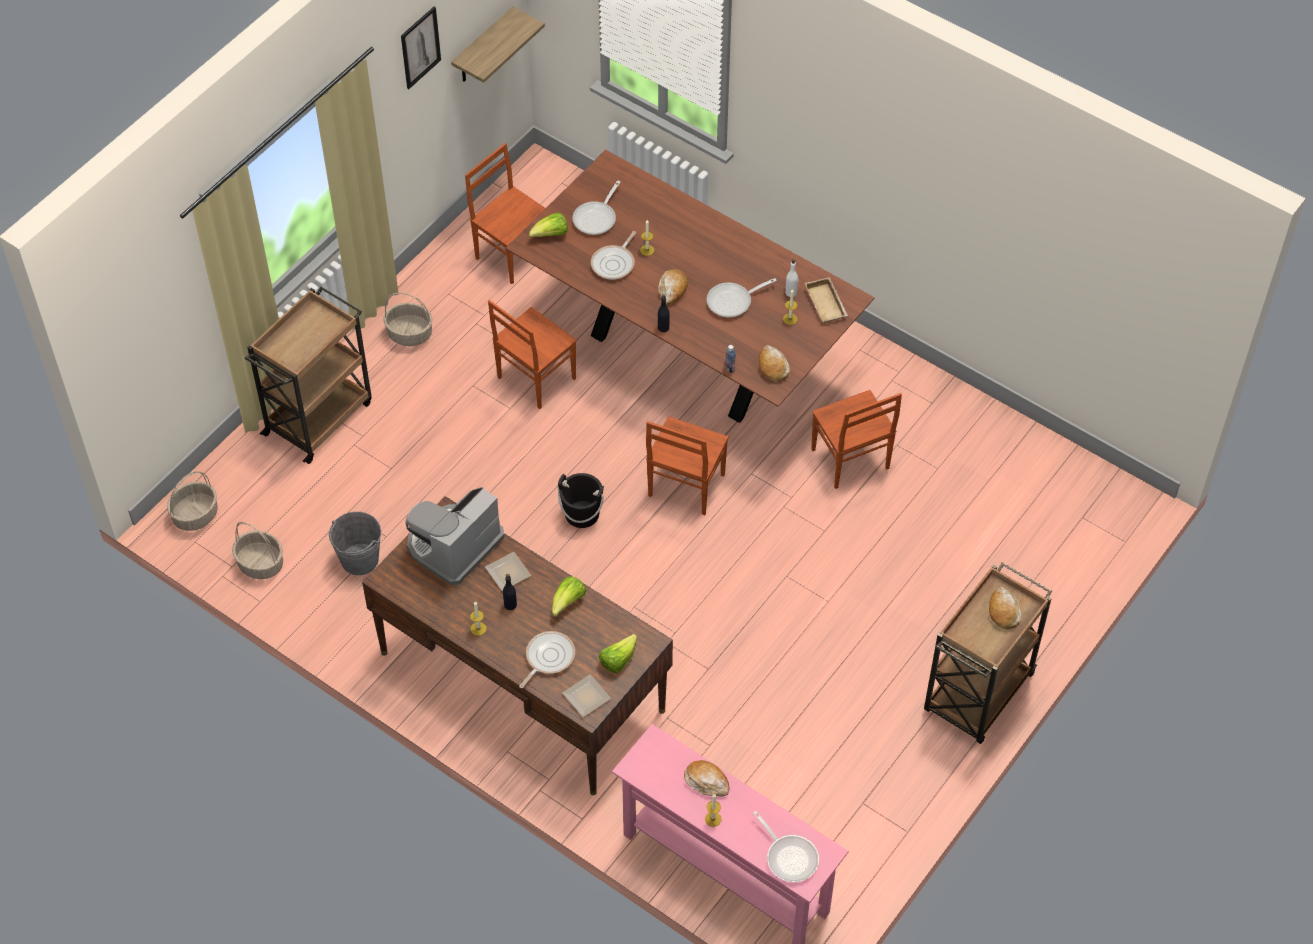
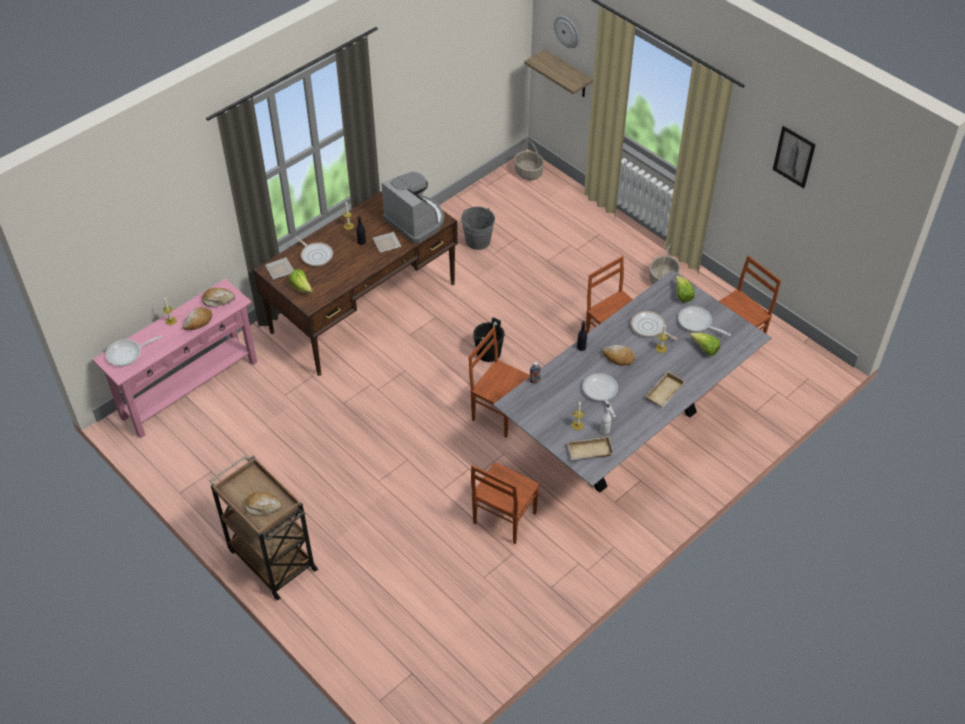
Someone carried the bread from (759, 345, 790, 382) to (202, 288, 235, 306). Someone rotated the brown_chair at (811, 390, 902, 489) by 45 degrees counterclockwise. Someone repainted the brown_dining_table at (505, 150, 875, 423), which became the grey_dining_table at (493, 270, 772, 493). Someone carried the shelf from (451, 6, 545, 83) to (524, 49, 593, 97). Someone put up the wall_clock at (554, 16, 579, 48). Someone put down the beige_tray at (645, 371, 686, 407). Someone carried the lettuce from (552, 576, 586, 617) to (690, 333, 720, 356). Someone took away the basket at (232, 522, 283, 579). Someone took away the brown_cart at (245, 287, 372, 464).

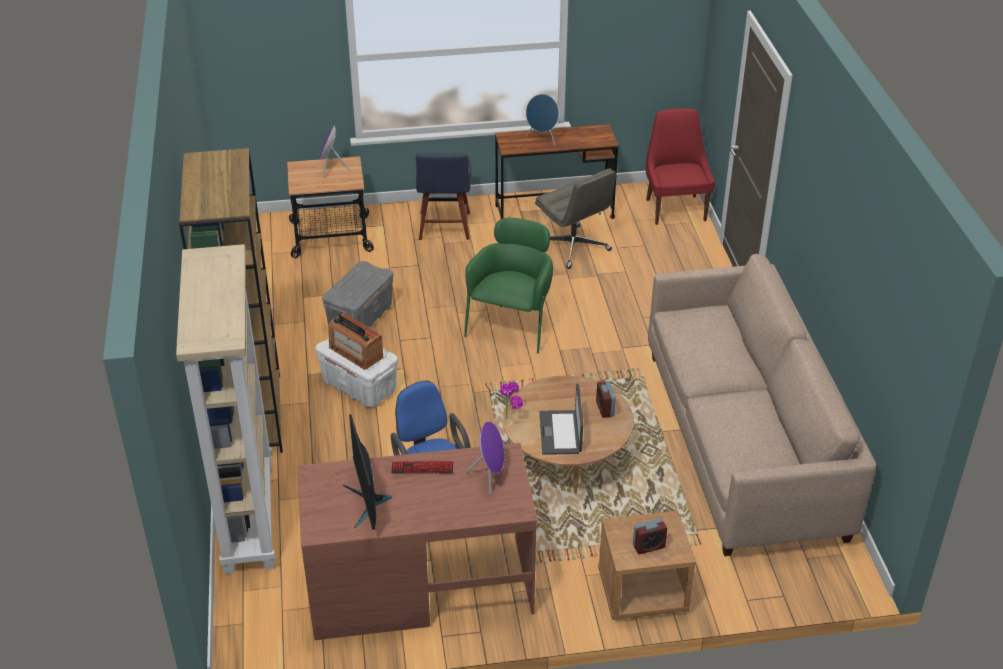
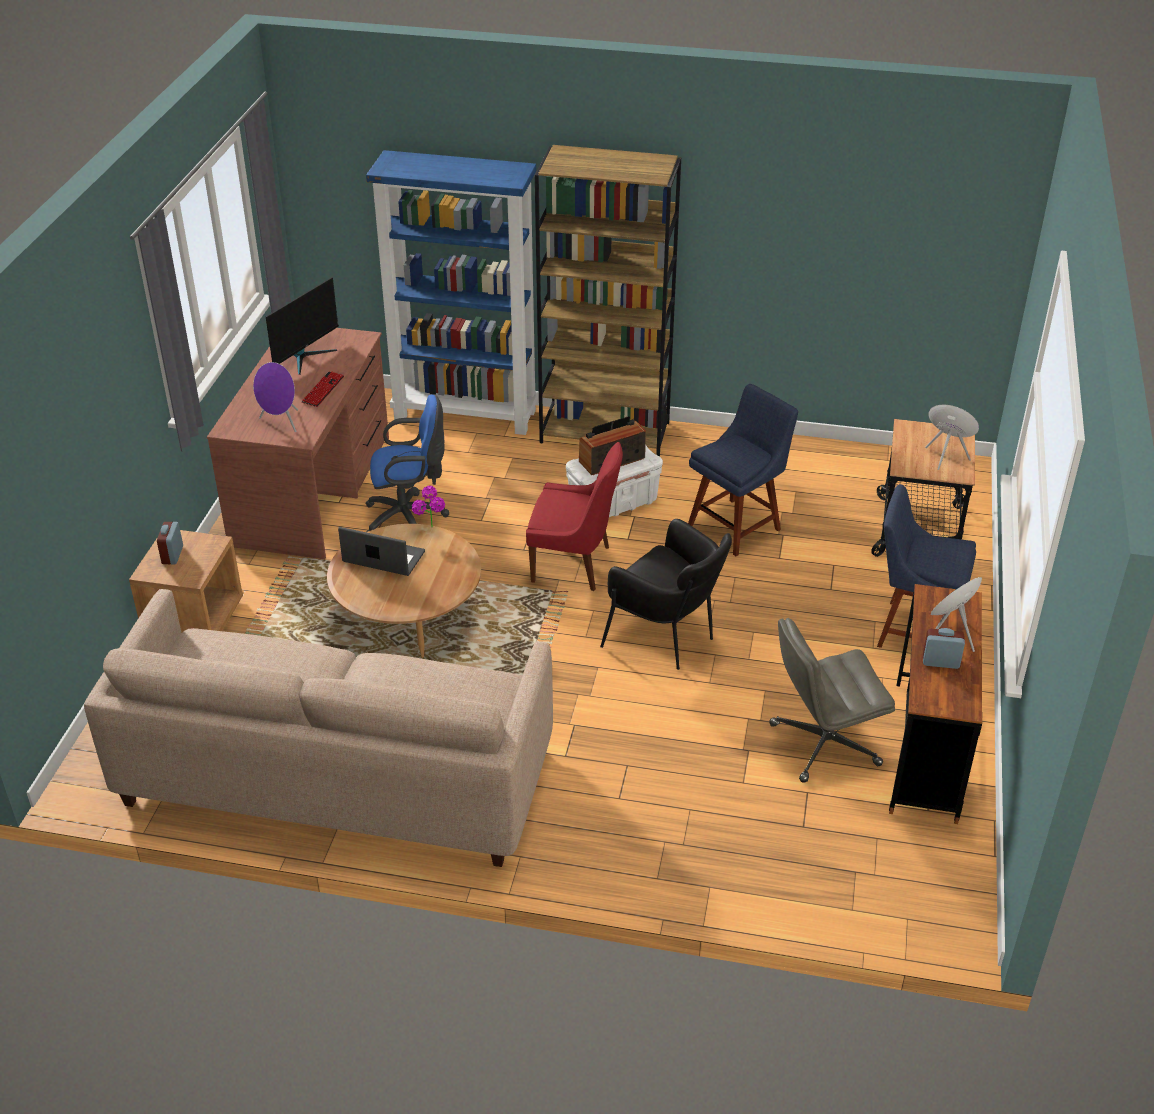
Someone rotated the monitor at (343, 414, 392, 530) by 120 degrees clockwise. Someone repainted the beige_bookcase at (176, 244, 275, 574), which became the blue_bookcase at (366, 150, 538, 435). Someone carried the red_chair from (646, 108, 715, 225) to (526, 442, 623, 591). Someone repainted the green_armchair at (464, 218, 553, 354), which became the black_armchair at (600, 519, 732, 670). Someone swapped the grey_storage_box at (322, 261, 393, 327) for the blue_chair at (688, 384, 798, 556). Someone carried the alarm_clock from (596, 381, 616, 418) to (923, 628, 965, 669).

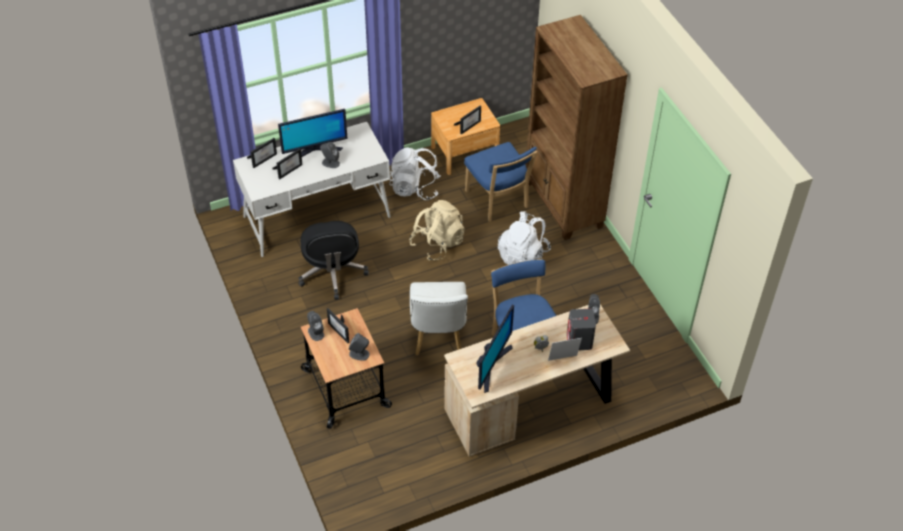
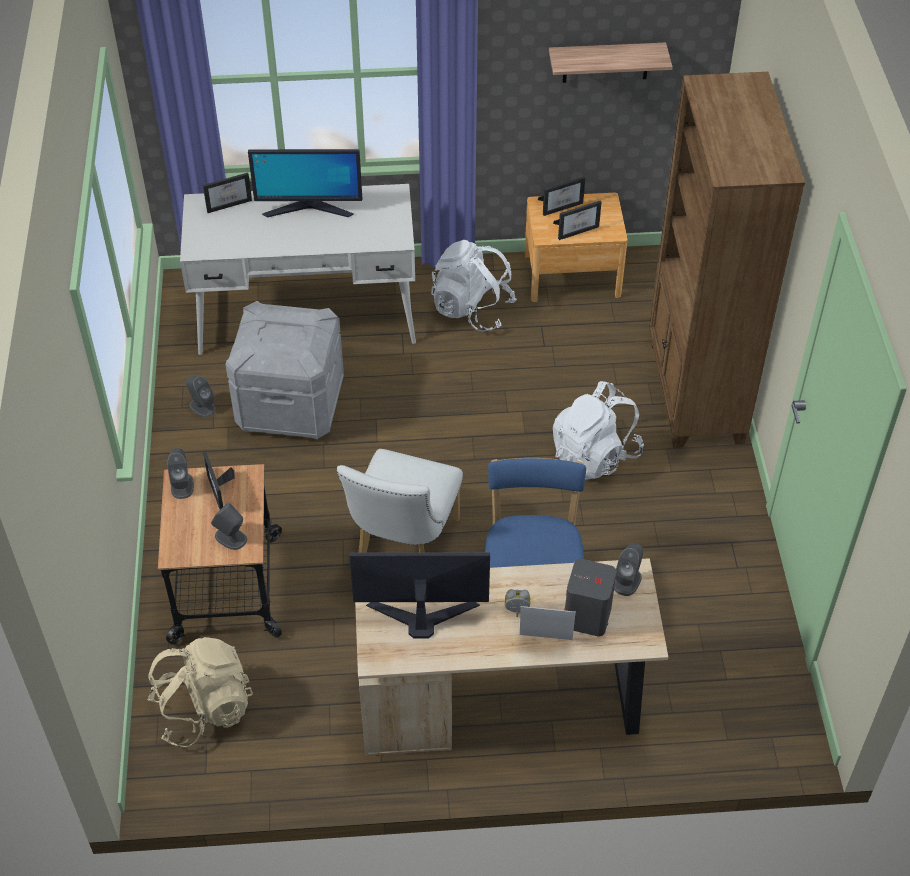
Someone carried the beige_backpack from (409, 200, 465, 261) to (147, 637, 253, 747). Someone carried the grey_speaker from (320, 142, 340, 168) to (186, 376, 216, 417). Someone swapped the black_office_chair at (298, 221, 369, 300) for the grey_storage_box at (225, 301, 344, 439). Someone rotated the monitor at (477, 305, 514, 393) by 135 degrees counterclockwise. Someone carried the picture_frame from (272, 148, 303, 179) to (538, 177, 585, 216). Someone put up the shelf at (549, 43, 672, 83). Someone took away the blue_chair at (464, 142, 537, 222).

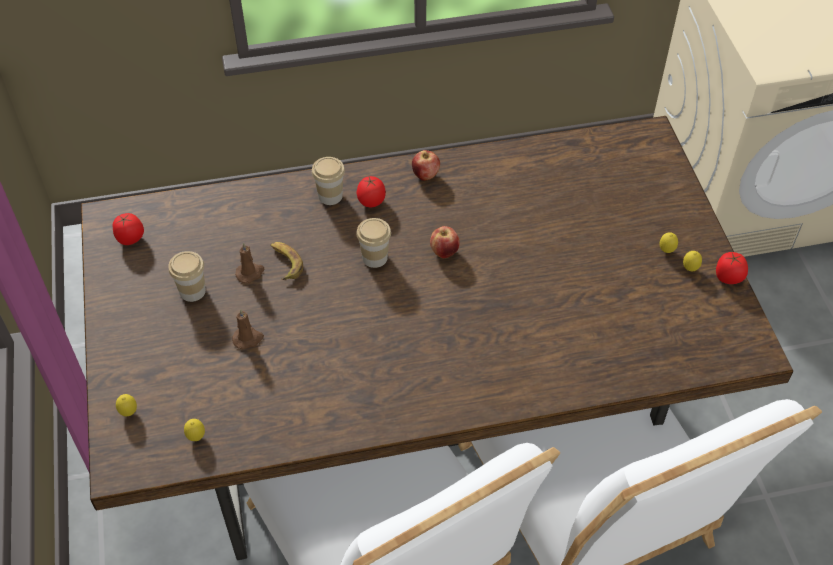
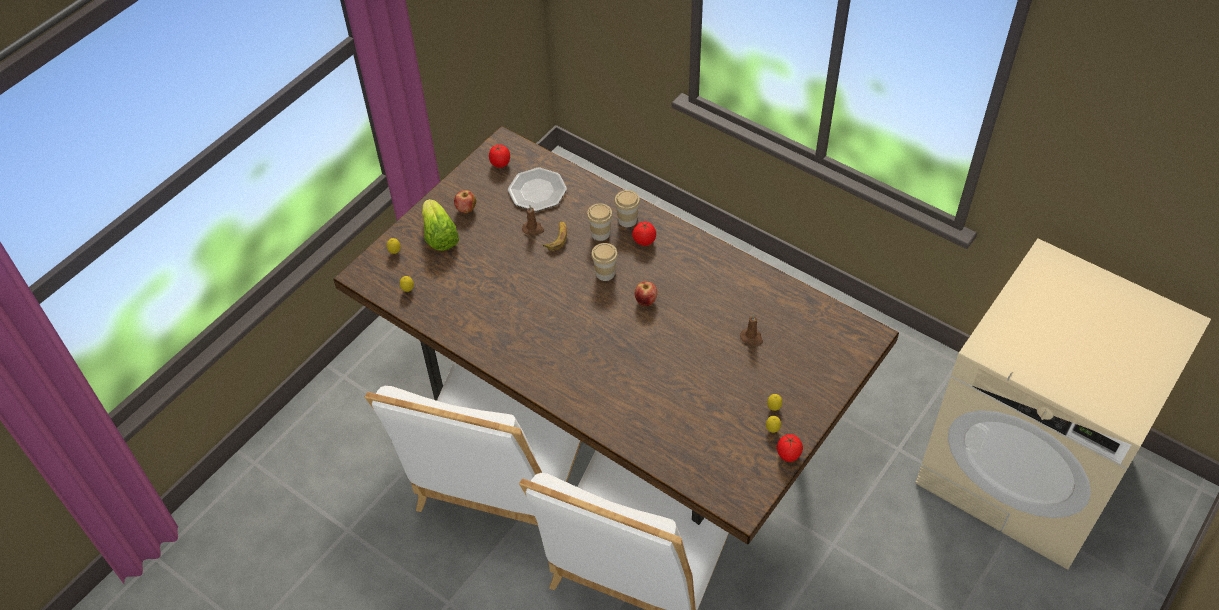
Someone put down the lettuce at (422, 199, 459, 251). Someone carried the apple from (412, 150, 440, 181) to (454, 190, 476, 213). Someone put down the plate at (508, 168, 567, 211). Someone carried the cup from (168, 251, 206, 302) to (587, 203, 613, 241). Someone carried the brown_candle from (232, 309, 264, 349) to (740, 314, 763, 345).

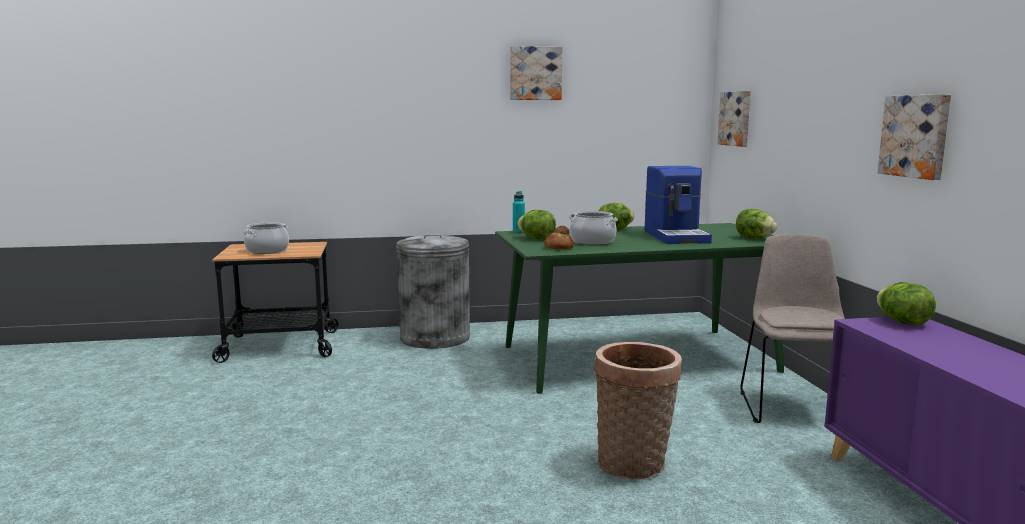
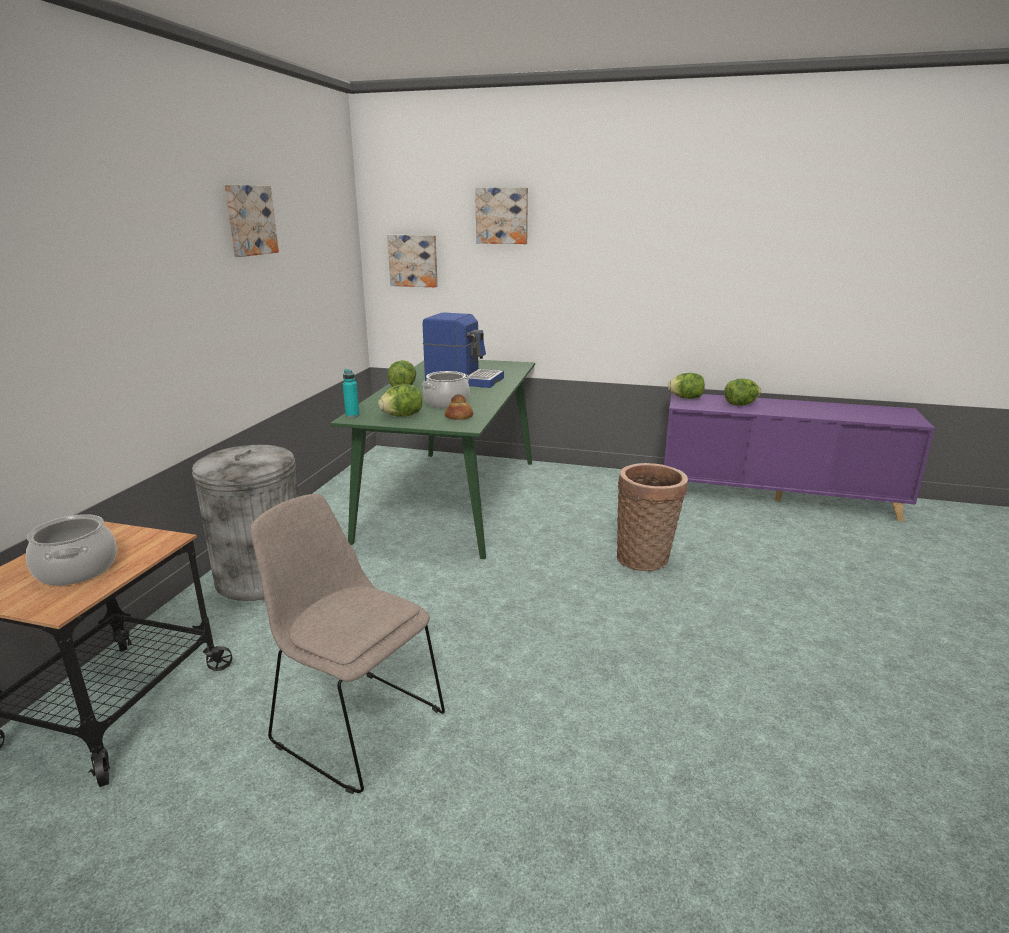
Someone carried the beige_chair from (741, 234, 845, 423) to (250, 494, 445, 794). Someone carried the picture from (878, 94, 951, 180) to (475, 188, 528, 244). Someone carried the lettuce from (736, 209, 777, 238) to (724, 379, 761, 406).

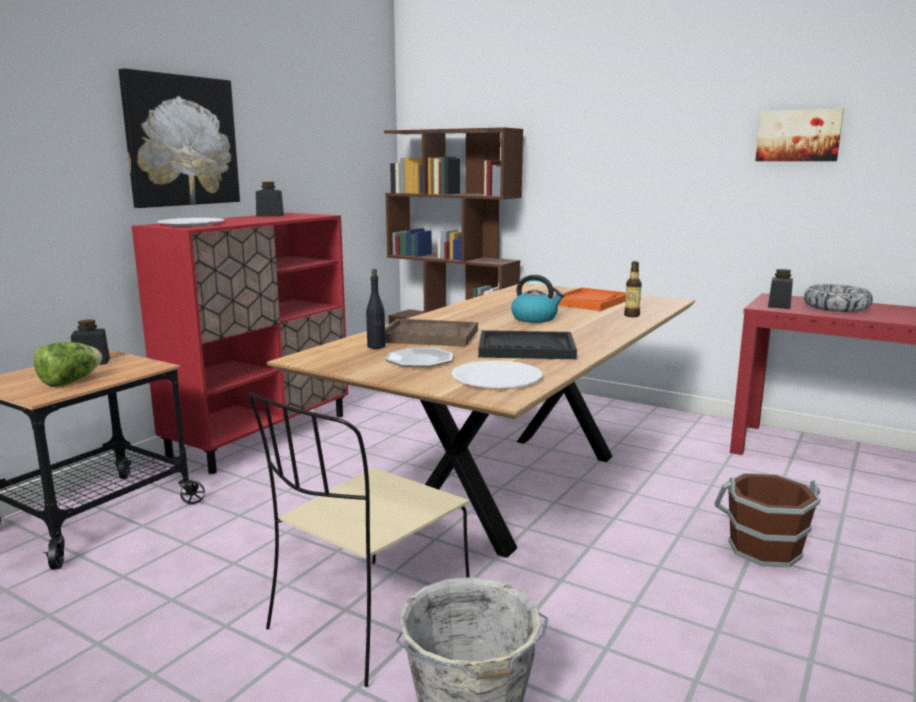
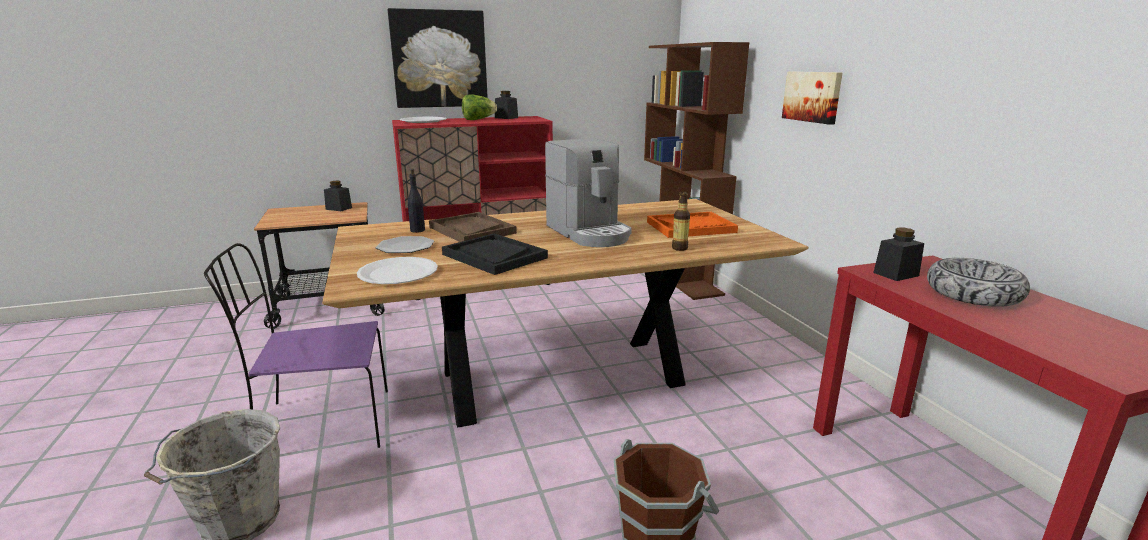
Someone repainted the beige_chair at (248, 392, 469, 687), which became the purple_chair at (204, 243, 388, 448). Someone carried the lettuce from (34, 342, 102, 387) to (462, 95, 497, 120). Someone swapped the kettle at (511, 275, 565, 323) for the coffee_machine at (545, 138, 632, 247). Someone carried the picture from (755, 109, 844, 161) to (782, 71, 842, 125).

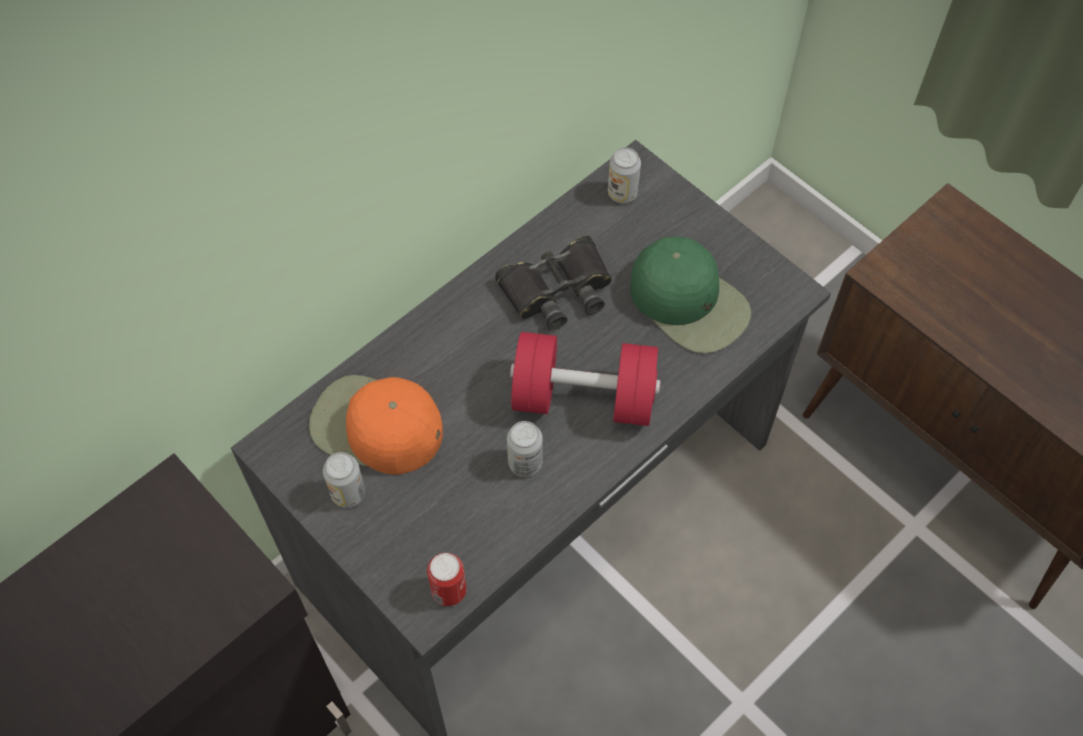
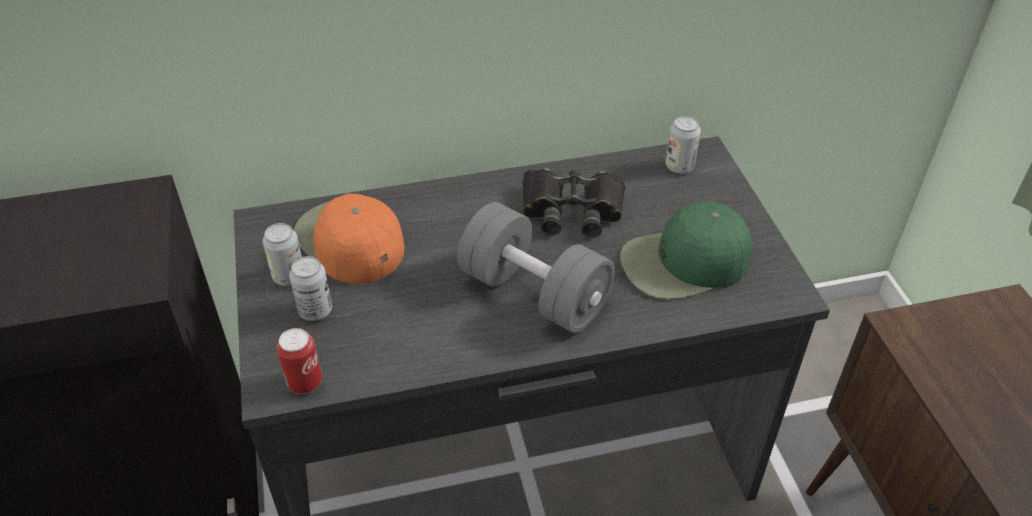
Someone carried the can from (507, 421, 543, 477) to (289, 256, 332, 321). Someone repainted the red_dumbbell at (510, 332, 660, 426), which became the grey_dumbbell at (457, 202, 615, 333). Someone rotated the green_cap at (630, 237, 751, 353) by 90 degrees clockwise.

